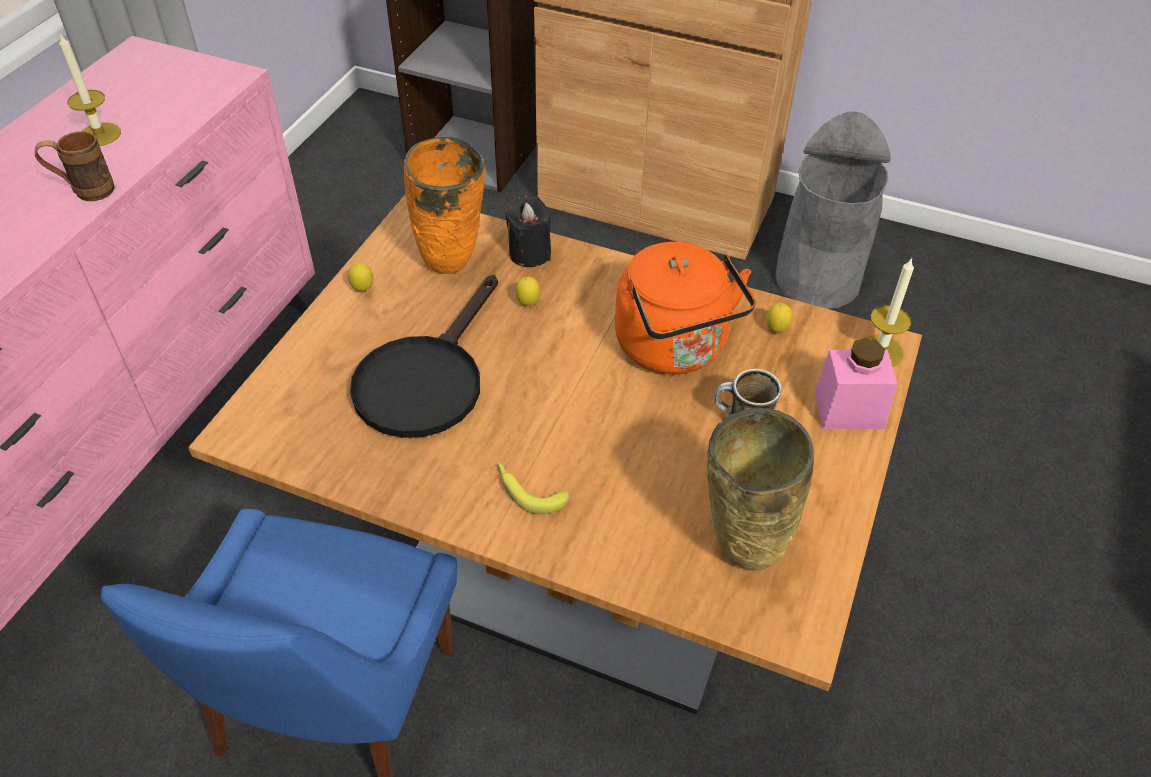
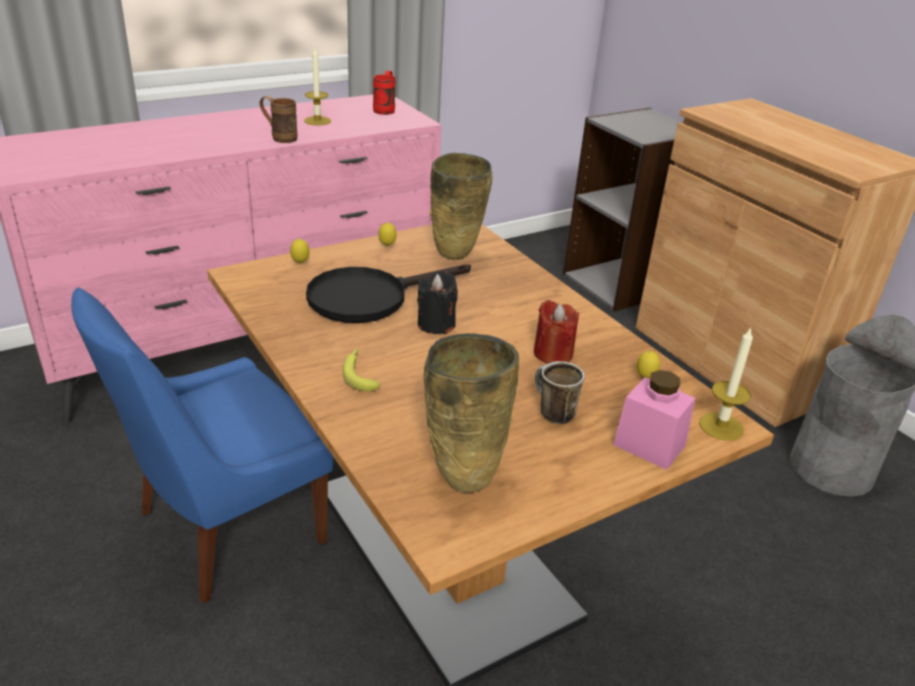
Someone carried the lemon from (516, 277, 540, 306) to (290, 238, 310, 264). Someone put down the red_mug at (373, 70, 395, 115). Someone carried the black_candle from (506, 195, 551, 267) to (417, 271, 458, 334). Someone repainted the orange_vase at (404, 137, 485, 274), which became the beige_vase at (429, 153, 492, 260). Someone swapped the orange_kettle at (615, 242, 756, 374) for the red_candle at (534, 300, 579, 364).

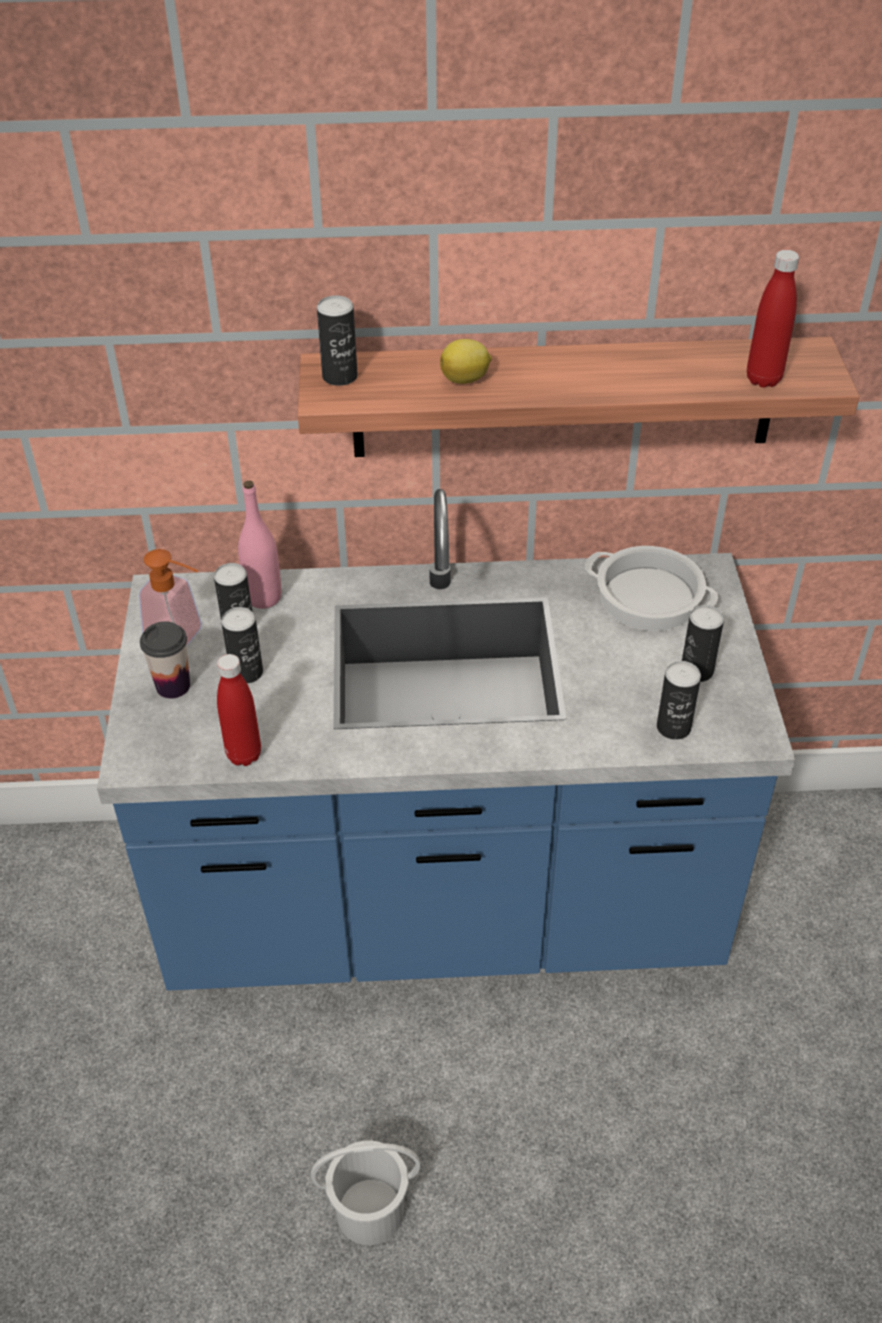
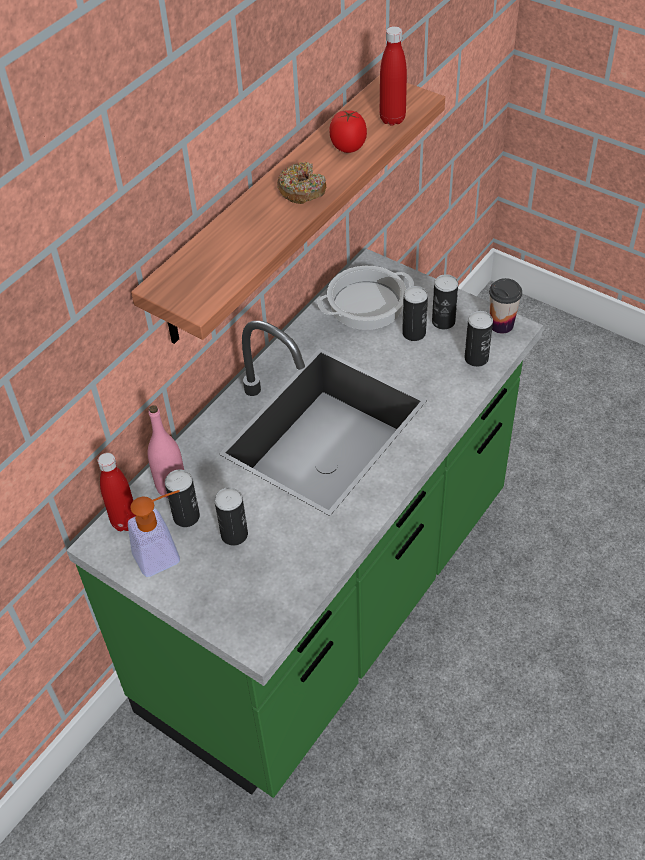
Someone repainted the blue_counter at (97, 489, 795, 991), which became the green_counter at (66, 249, 543, 798). Someone carried the red_bottle from (217, 654, 261, 766) to (98, 453, 136, 531). Someone put down the donut at (277, 162, 326, 204). Someone put down the tomato at (329, 110, 367, 153). Someone carried the can from (317, 295, 358, 386) to (402, 286, 428, 341). Someone carried the cup from (140, 621, 190, 699) to (489, 278, 522, 334). Someone took away the white_bucket at (311, 1140, 420, 1245). Someone took away the lemon at (440, 339, 492, 384).

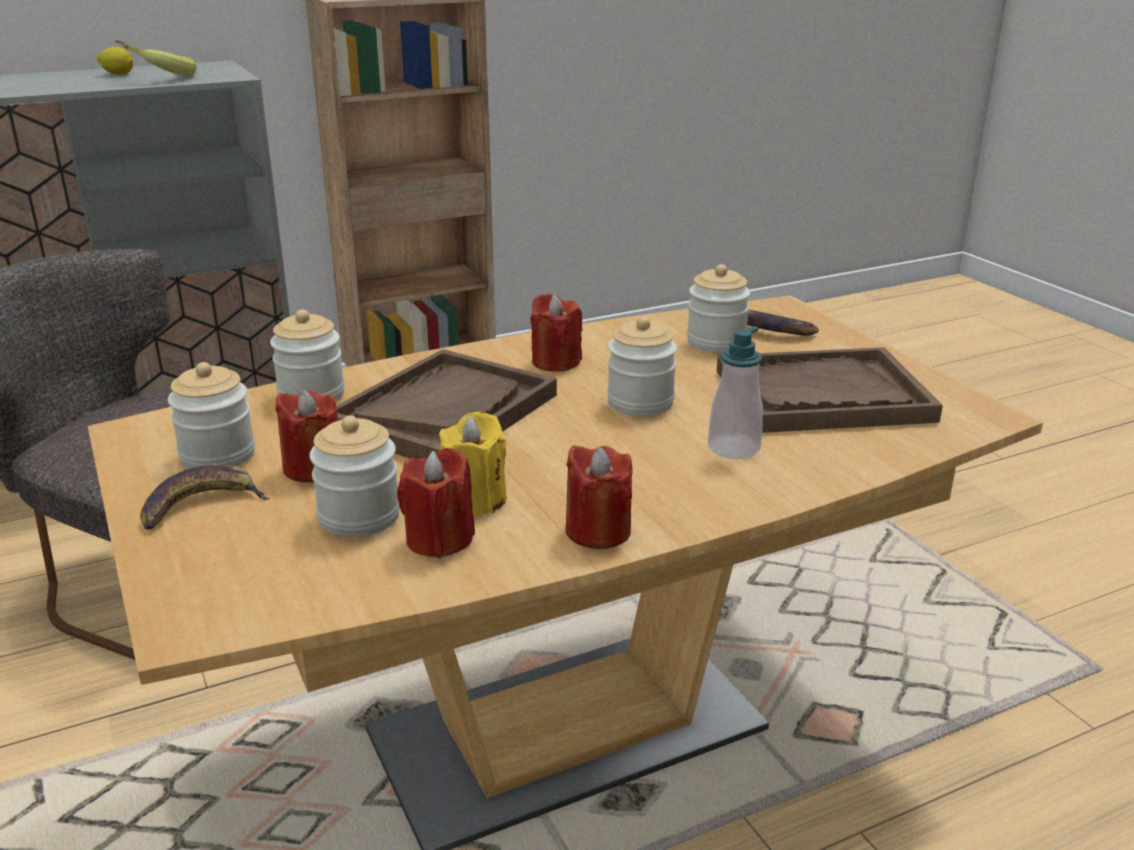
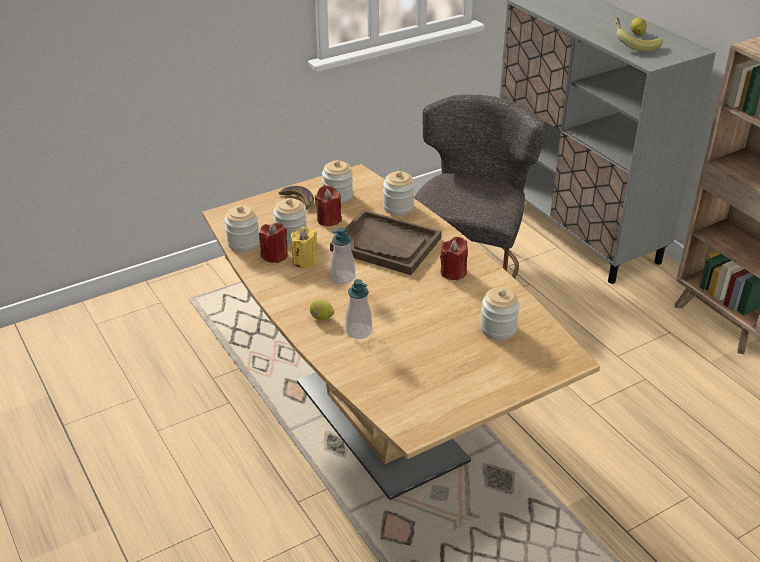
Someone carried the jar from (607, 316, 677, 416) to (225, 205, 259, 252). Someone put down the lemon at (310, 299, 334, 320). Someone put down the soap_dispenser at (330, 227, 355, 284). Someone took away the red_candle at (566, 446, 633, 549). Someone took away the brown_tray at (717, 347, 943, 433). Someone took away the banana at (747, 310, 819, 336).

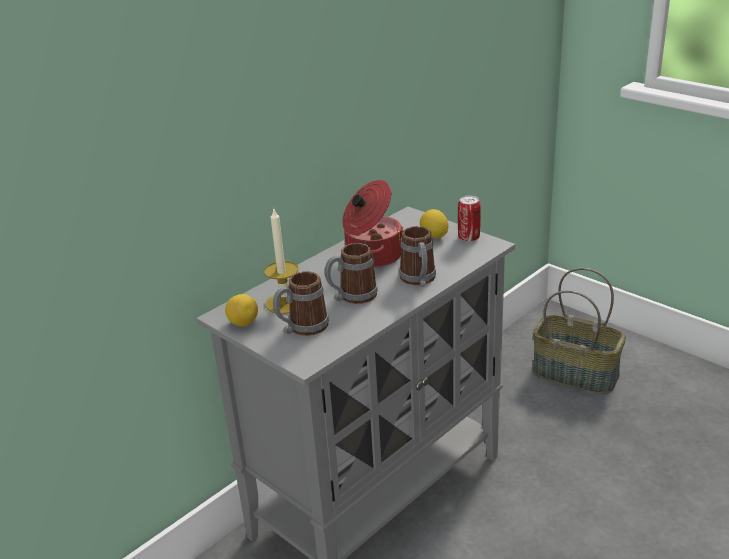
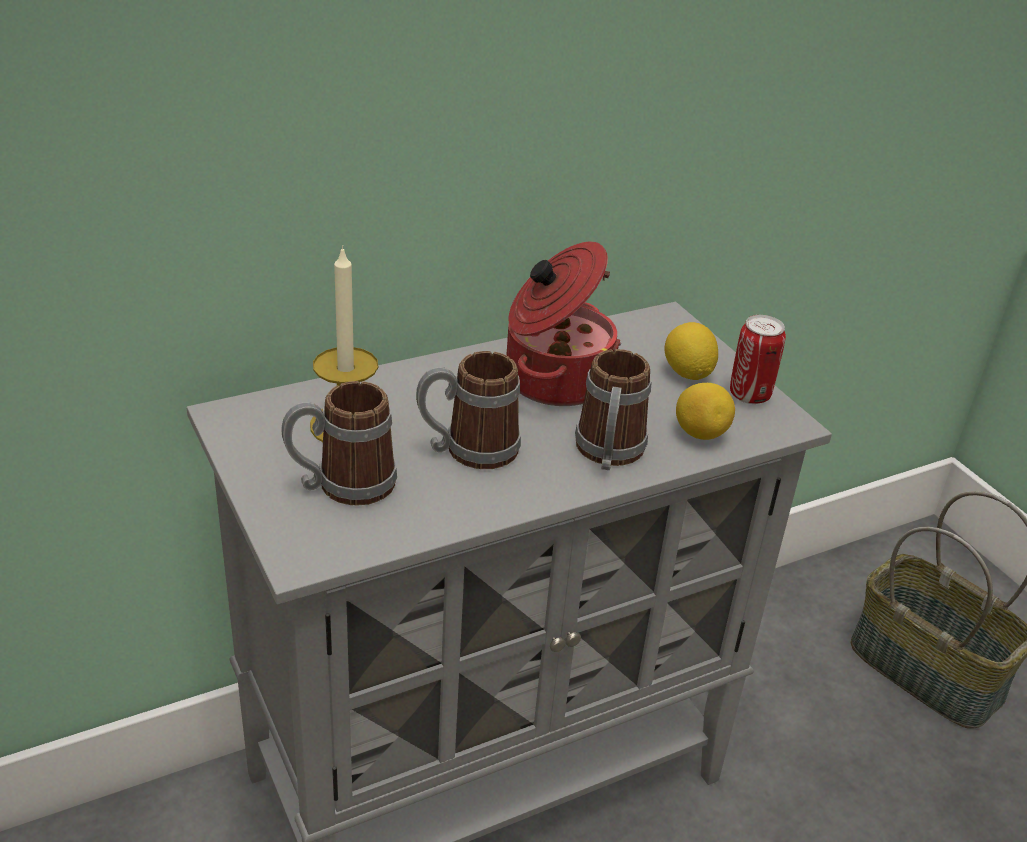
Someone carried the lemon from (225, 294, 258, 326) to (676, 383, 735, 440).

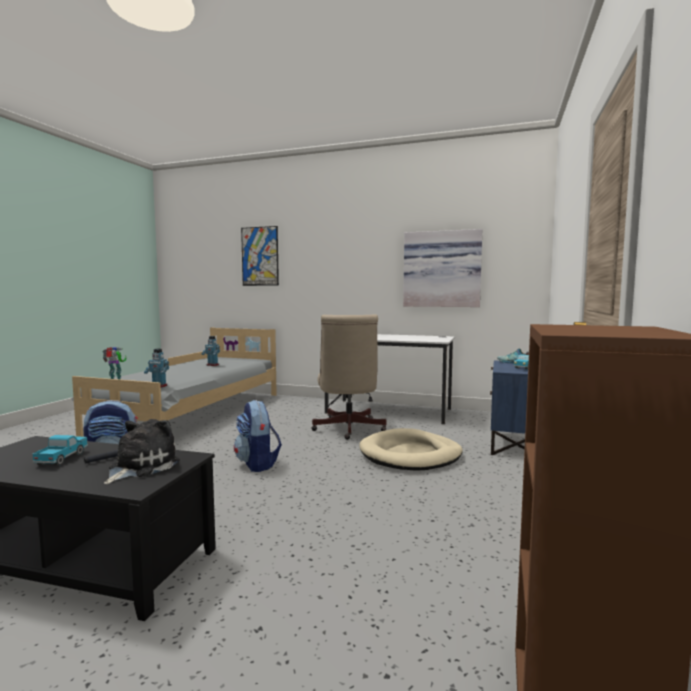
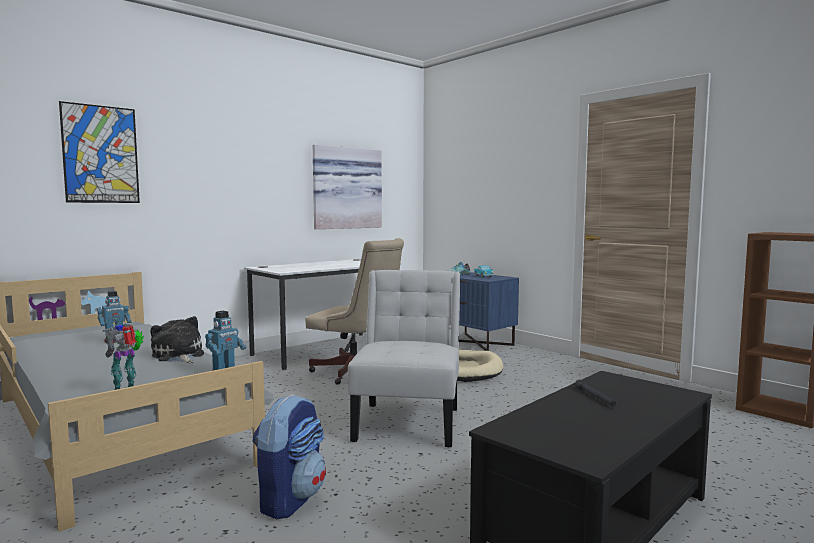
Someone carried the plush_toy from (104, 419, 180, 484) to (150, 316, 204, 363). Someone swapped the backpack at (234, 400, 282, 472) for the white_chair at (348, 270, 460, 447). Someone took away the toy_truck at (33, 435, 88, 465).

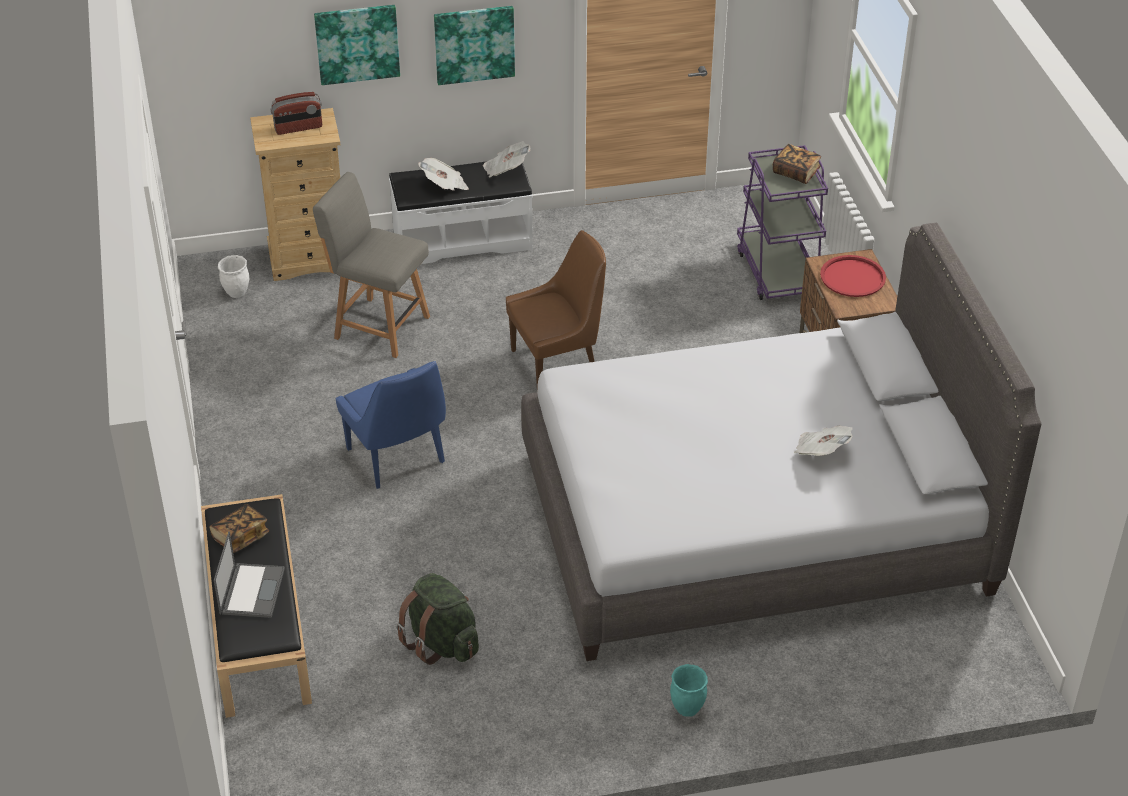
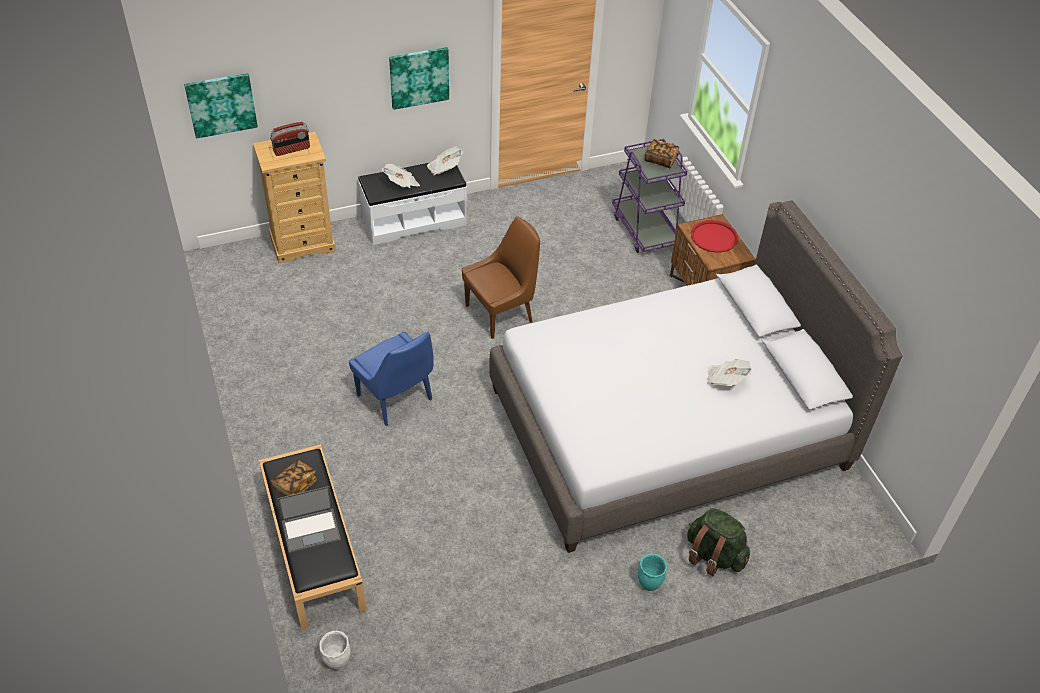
Someone carried the picture from (314, 5, 400, 85) to (184, 73, 258, 139). Someone rotated the laptop at (214, 531, 285, 618) by 75 degrees clockwise. Someone carried the white_planter from (218, 255, 249, 298) to (319, 631, 351, 669). Someone carried the green_backpack from (396, 573, 479, 665) to (687, 508, 750, 576). Someone took away the grey_chair at (313, 172, 430, 358).

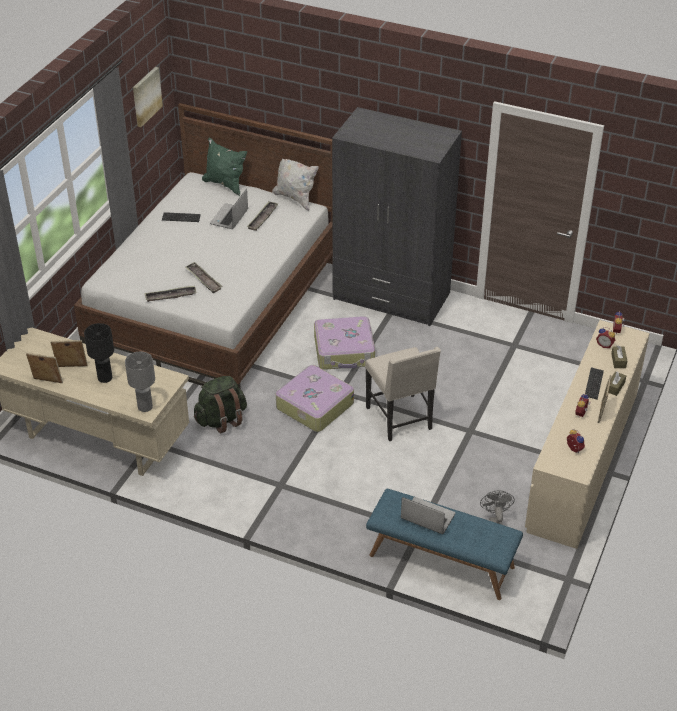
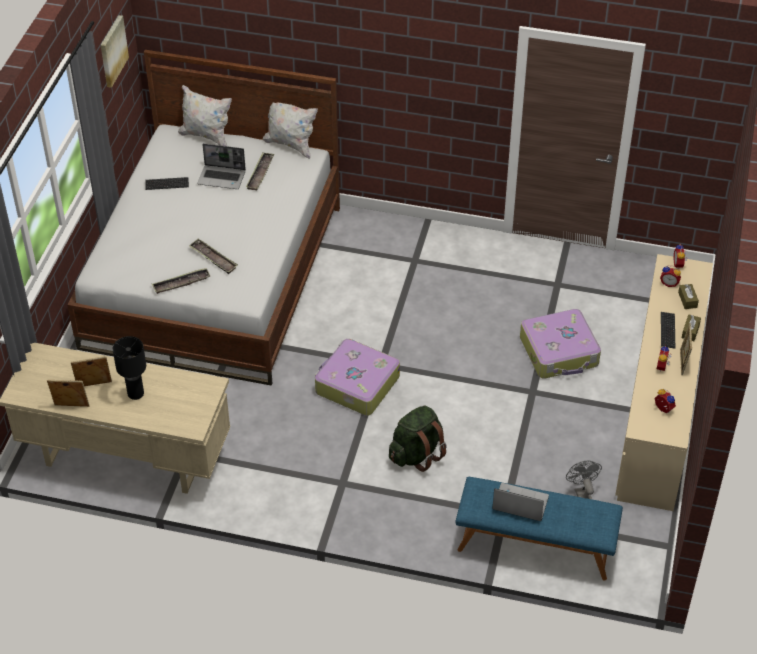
Someone repainted the green_pillow at (202, 137, 247, 196), which became the white_pillow at (178, 85, 232, 146). Someone rotated the laptop at (210, 189, 248, 229) by 90 degrees counterclockwise. Someone carried the green_backpack from (194, 376, 247, 434) to (389, 406, 447, 472). Someone carried the suitcase from (314, 316, 375, 370) to (520, 309, 601, 379). Someone took away the grey_table_lamp at (125, 352, 155, 412). Someone took away the grey_wardrobe at (332, 107, 462, 326). Someone took away the beige_chair at (365, 347, 441, 441).

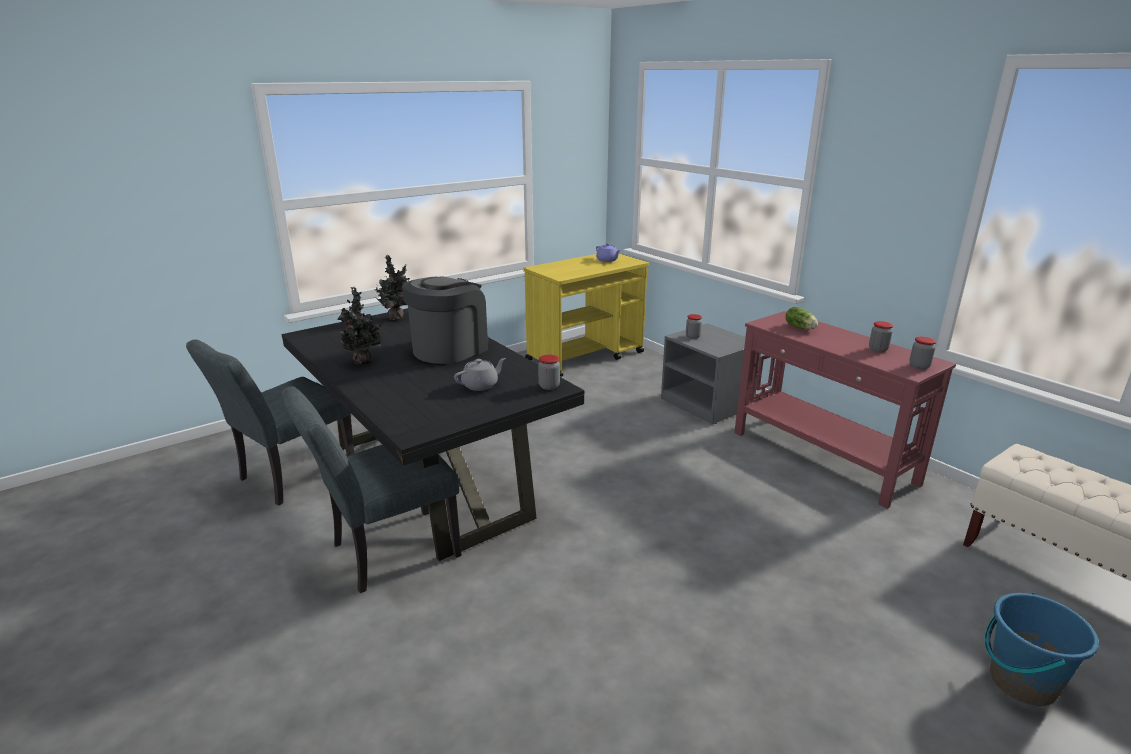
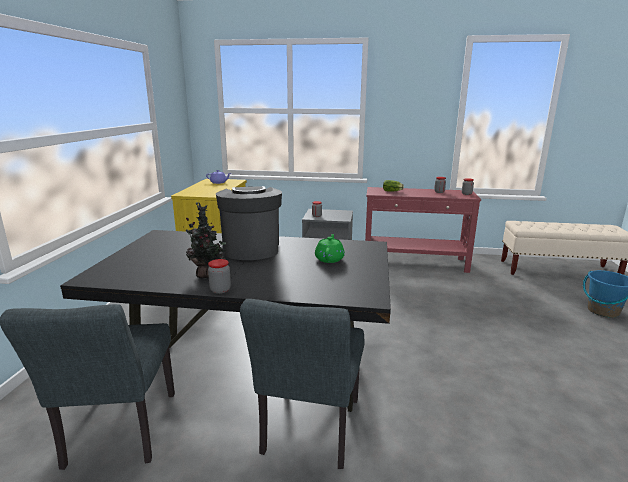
Someone carried the jar from (538, 355, 560, 390) to (208, 259, 231, 294). Someone repainted the grey_teapot at (454, 358, 506, 391), which became the green_teapot at (315, 234, 345, 263). Someone took away the potted_plant at (374, 255, 410, 320).

